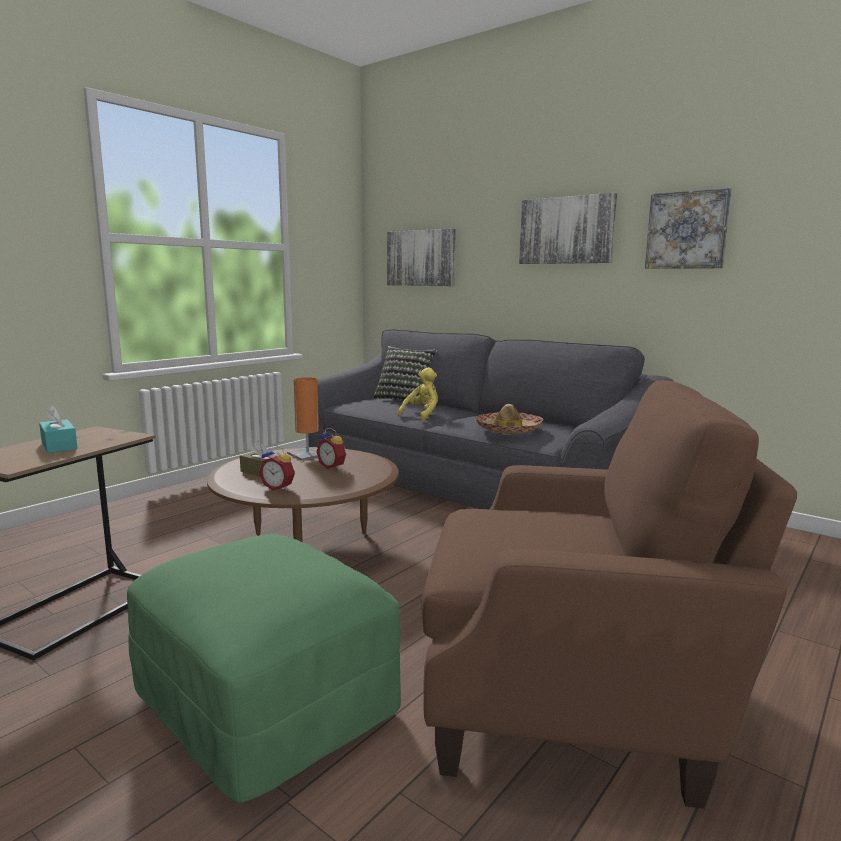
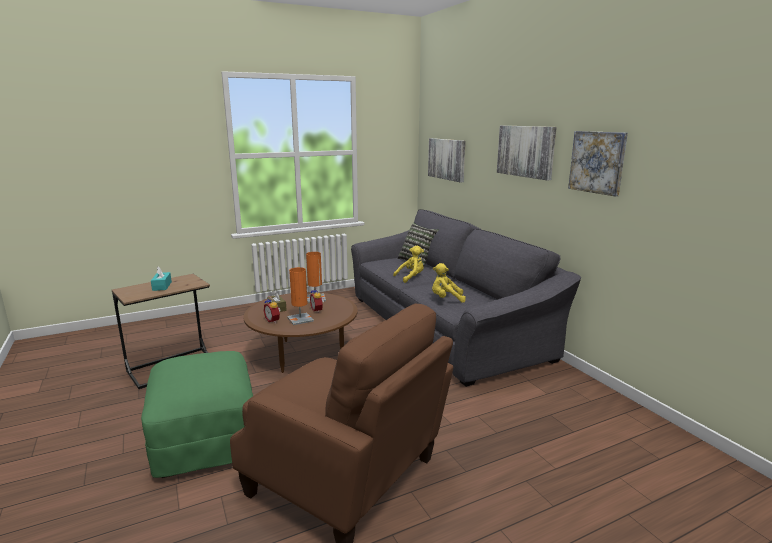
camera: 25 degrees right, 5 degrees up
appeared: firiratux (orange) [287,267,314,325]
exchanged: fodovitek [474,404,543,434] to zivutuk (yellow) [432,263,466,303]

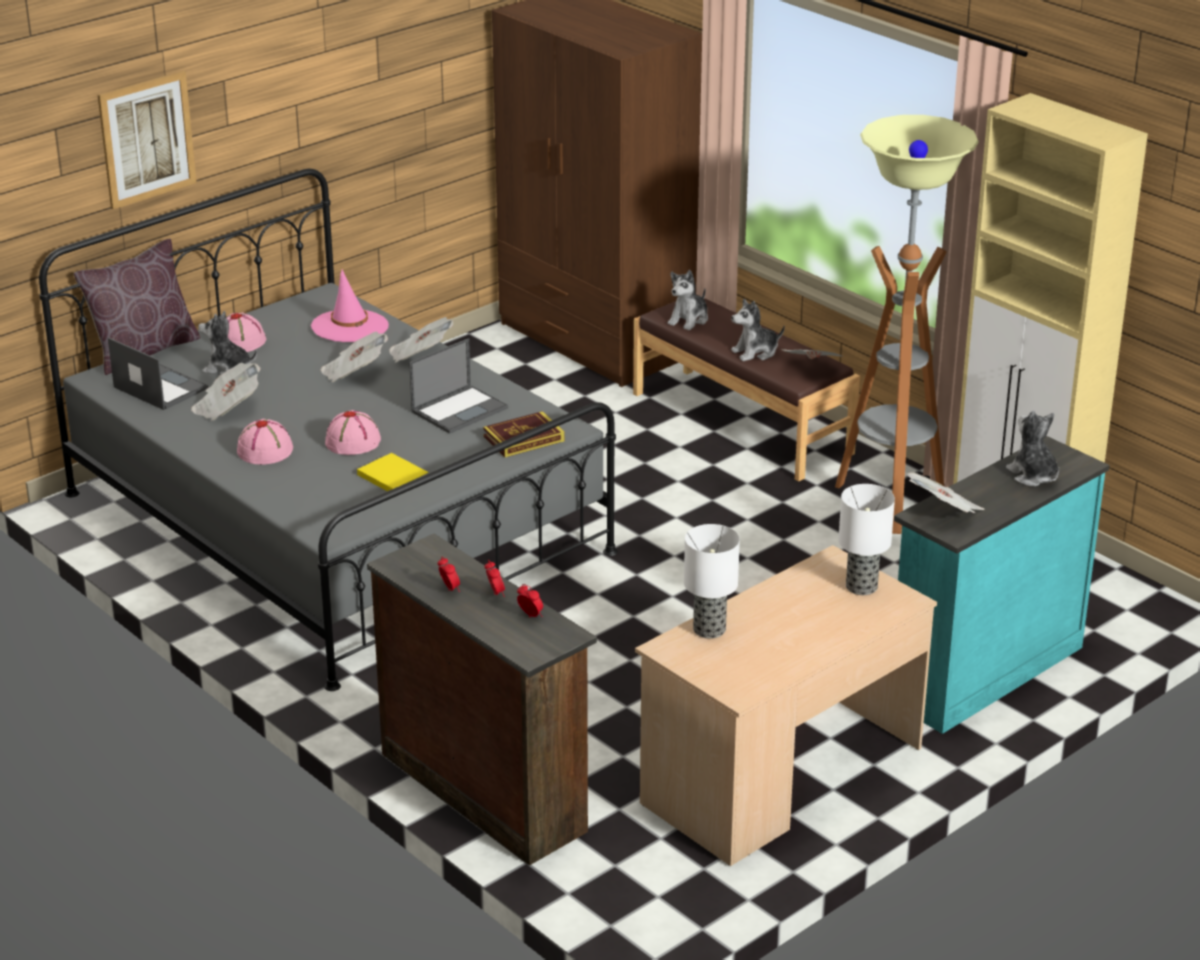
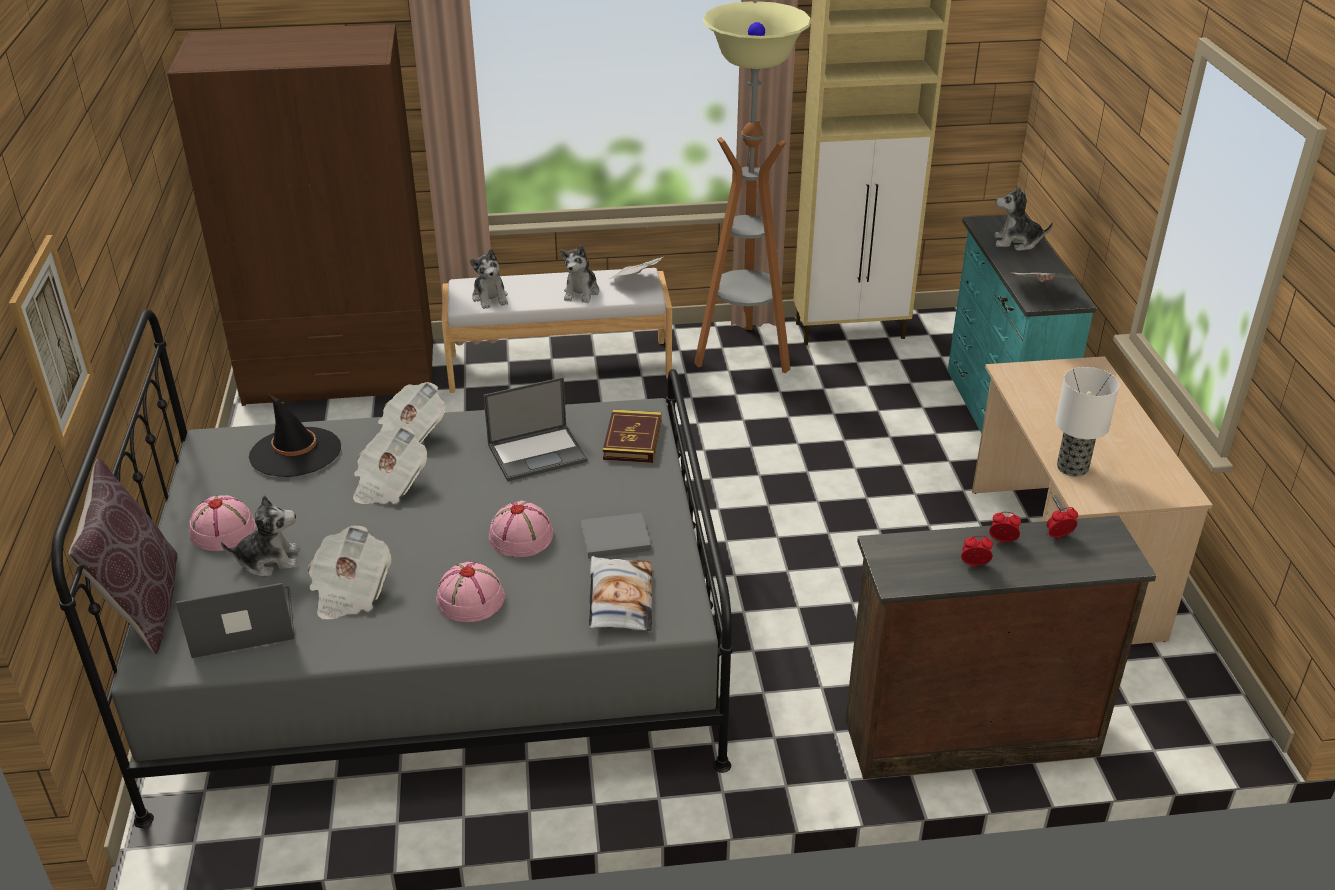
camera: 55 degrees left, 5 degrees up
missing: firiratux [839,484,895,595]
appeared: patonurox [589,556,652,631]
colour: fodovitek (pink) [311,269,389,342] to fodovitek (black) [249,395,341,477]; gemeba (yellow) [357,453,428,491] to gemeba (grey) [581,513,651,559]; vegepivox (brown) [633,298,860,481] to vegepivox (white) [442,268,672,393]
spun: zivutuk [198,311,257,376] = [221,495,298,577] 150 degrees counterclockwise; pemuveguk [409,338,508,434] = [483,377,588,481] 75 degrees clockwise

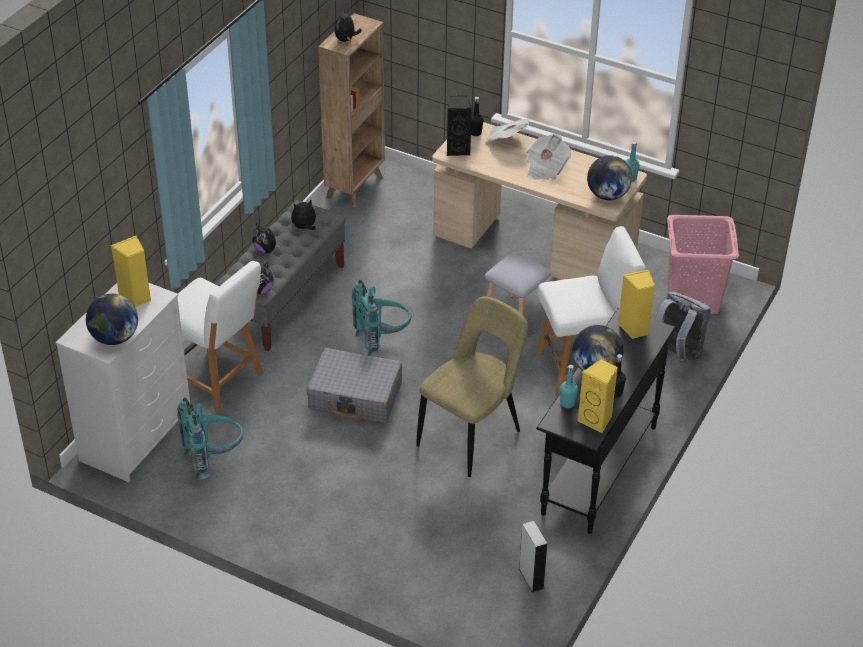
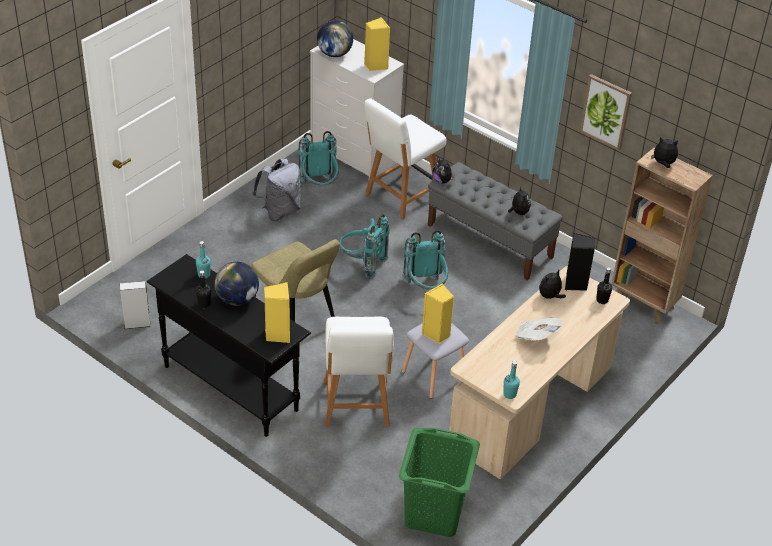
camera: 100 degrees right, 0 degrees up
missing: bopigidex [485,119,530,140]; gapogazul [587,155,632,200]
appeared: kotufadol [579,74,632,150]
relocated: zivutuk [253,223,280,254] to [539,270,566,299]; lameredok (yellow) [578,359,618,433] to [421,284,454,344]; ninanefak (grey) [655,291,711,364] to [252,159,301,221]
exchanged: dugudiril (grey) [307,348,402,424] to ninanefak (turquoise) [339,214,390,279]
colour: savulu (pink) [667,215,739,314] to savulu (green) [399,428,480,537]

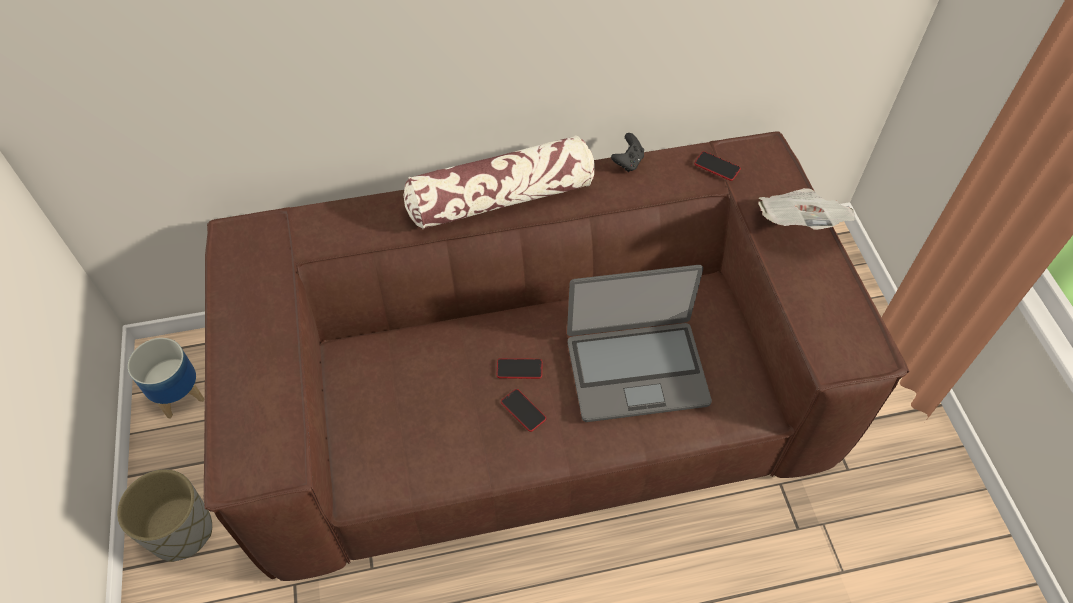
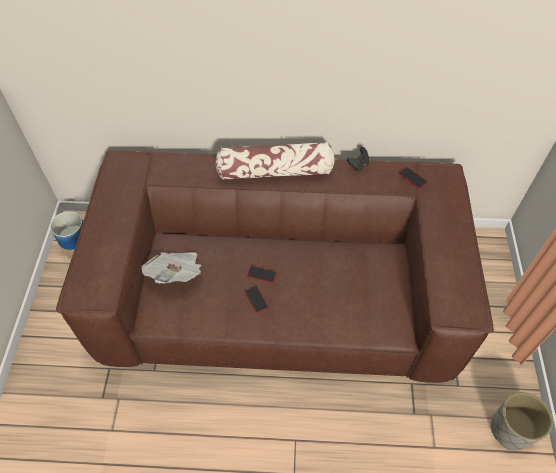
camera: 15 degrees right, 0 degrees up
missing: pemuveguk [567,265,712,422]
relocated: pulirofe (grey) [117,469,212,562] to [491,392,553,450]; bopigidex [758,188,856,230] to [142,252,201,284]

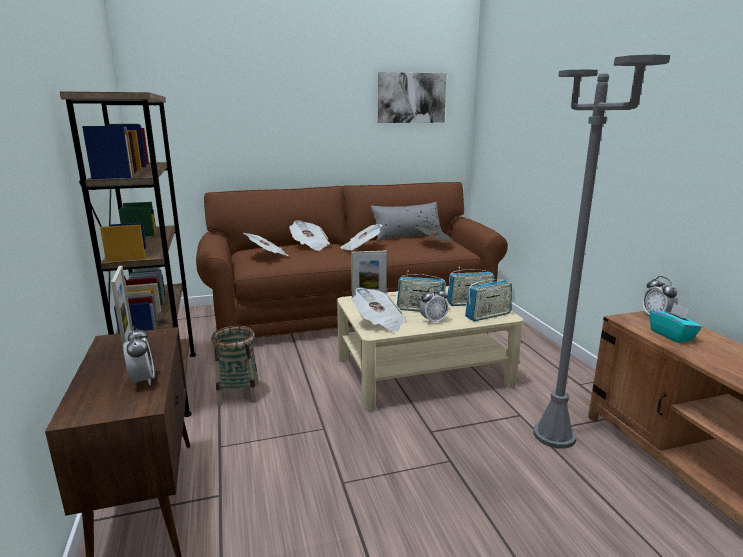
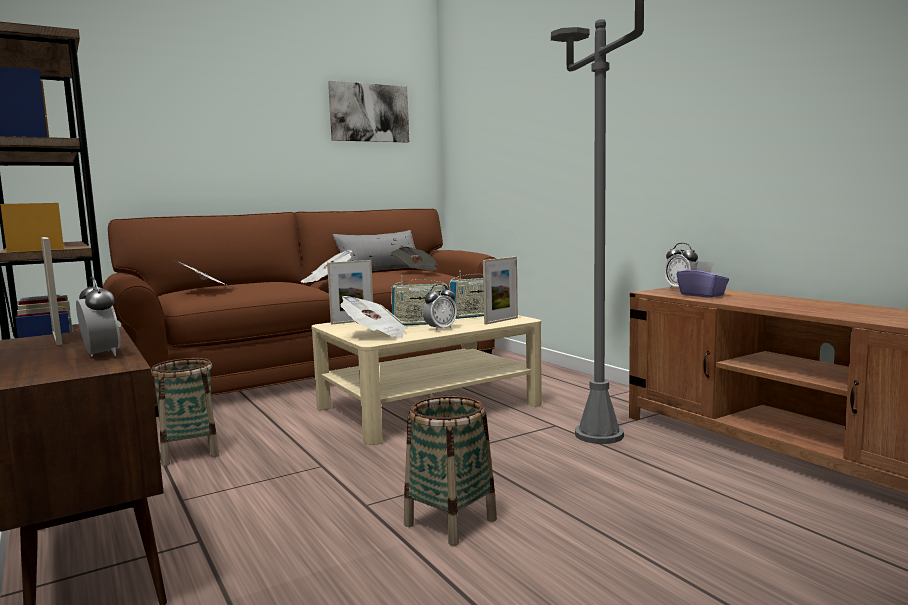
camera: 15 degrees left, 10 degrees down
missing: bopigidex [289,220,330,251]
appeared: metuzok [404,396,497,546]
exchanged: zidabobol [465,279,512,321] to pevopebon [483,257,518,324]
colour: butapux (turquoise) [650,303,702,343] to butapux (purple) [676,261,729,298]

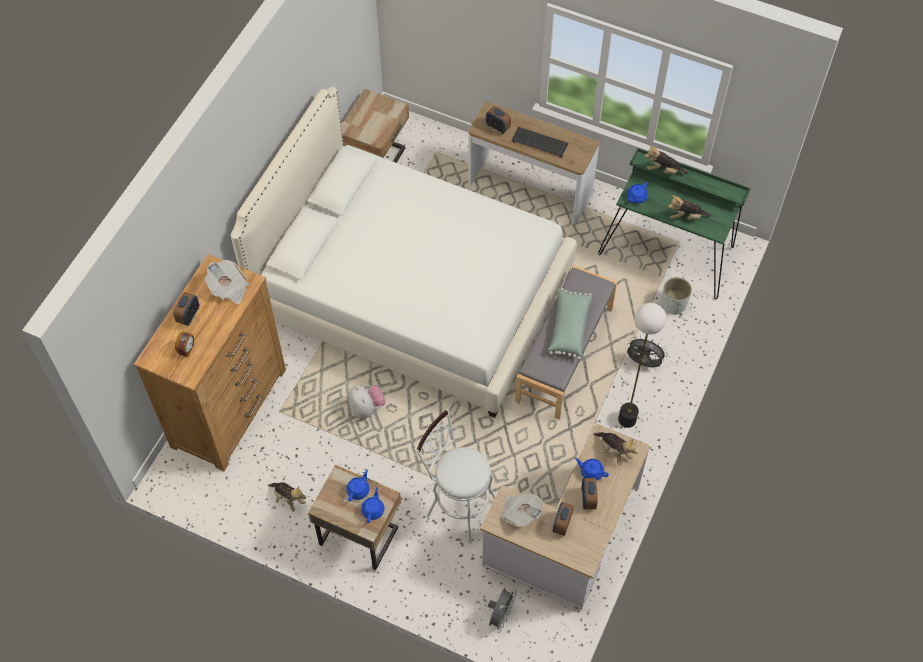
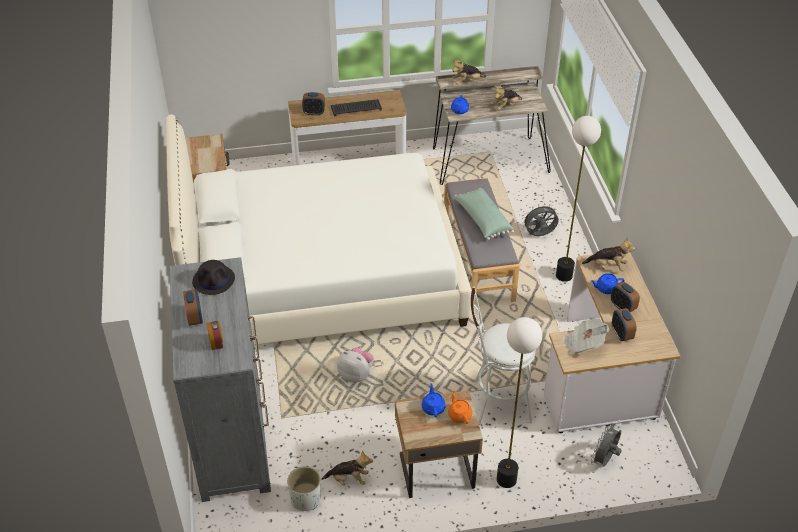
camera: 35 degrees left, 15 degrees down
appeared: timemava [497,317,542,488]
relocated: pulirofe (white) [661,277,692,315] to [287,466,321,511]
exchanged: bopigidex [205,260,249,304] to fodovitek (black) [192,260,235,295]
colour: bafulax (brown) [134,254,286,471] to bafulax (grey) [169,257,271,502]; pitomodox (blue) [361,487,384,523] to pitomodox (orange) [448,391,472,424]; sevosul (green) [598,148,751,299] to sevosul (beige) [433,66,551,185]
spun: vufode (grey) [488,588,517,633] = [591,423,622,467] 135 degrees counterclockwise

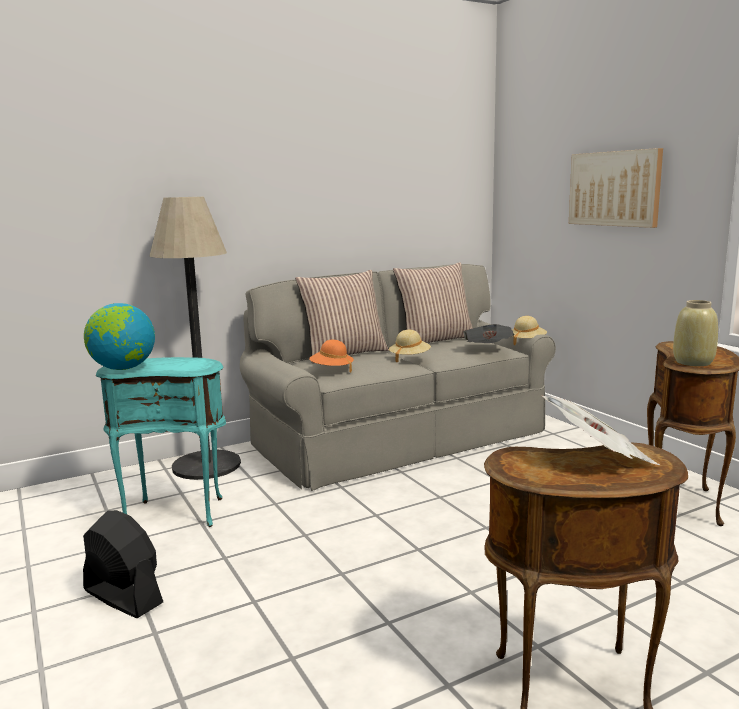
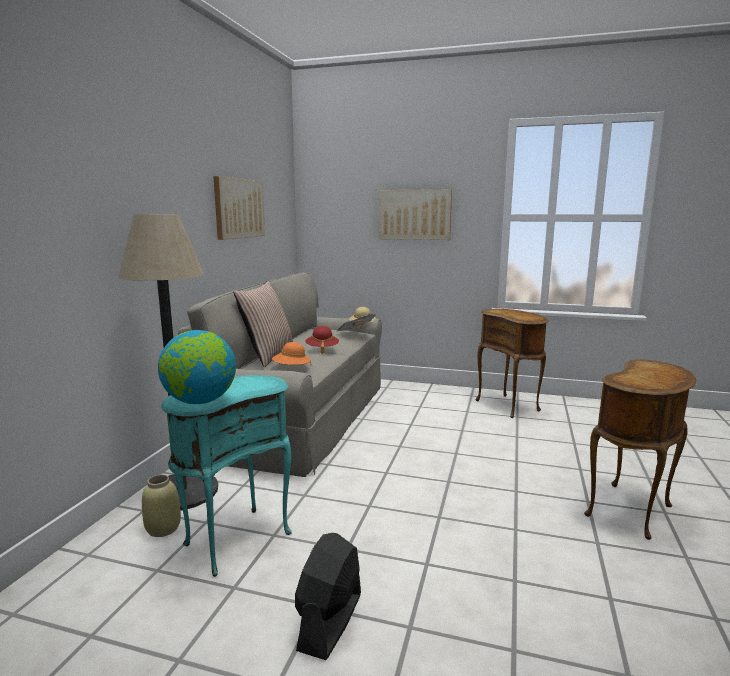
camera: 45 degrees left, 0 degrees up
missing: patonurox [393,262,473,343]; bopigidex [542,396,660,465]
appeared: kotufadol [213,176,265,240]
relocated: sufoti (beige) [673,300,718,366] to [142,475,181,537]
colour: fodovitek (beige) [389,330,431,363] to fodovitek (red) [305,326,339,354]
spun: vufode (black) [83,510,163,618] = [295,533,361,660] 60 degrees counterclockwise

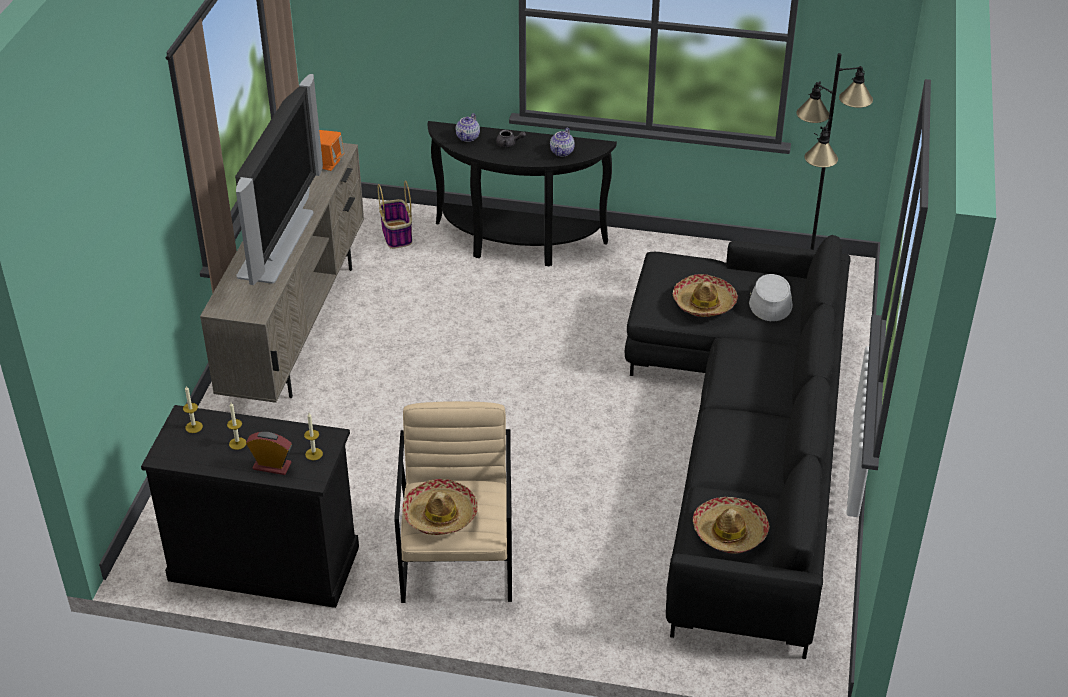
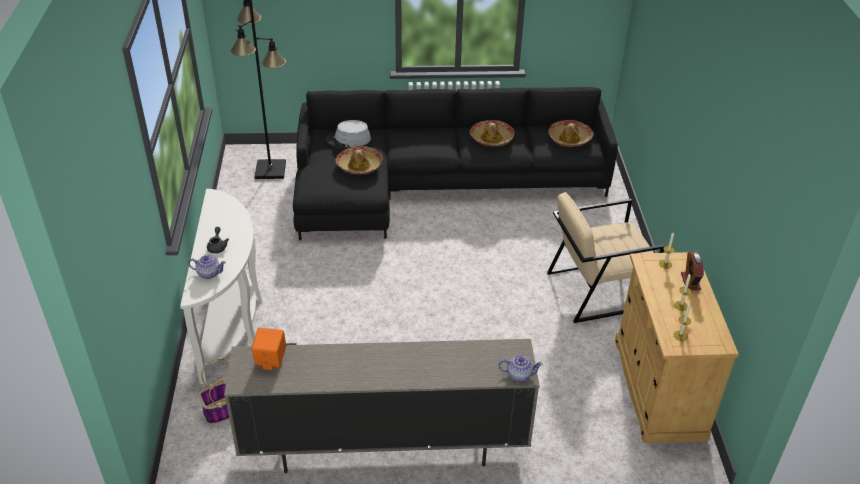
camera: 105 degrees left, 0 degrees up
missing: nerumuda [235,74,323,285]
relocated: fodovitek [402,479,478,535] to [469,120,514,146]; pitomodox [550,128,575,157] to [498,355,543,382]
colour: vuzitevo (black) [141,405,359,608] to vuzitevo (beige) [615,252,739,443]; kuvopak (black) [427,121,617,266] to kuvopak (white) [180,189,262,384]

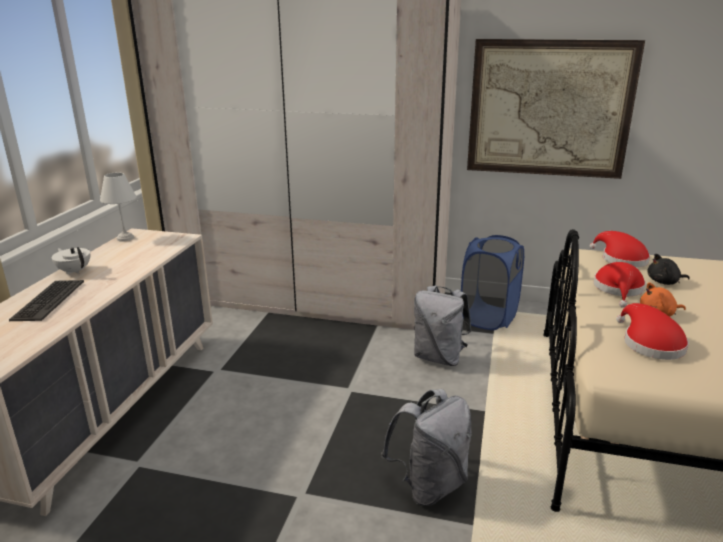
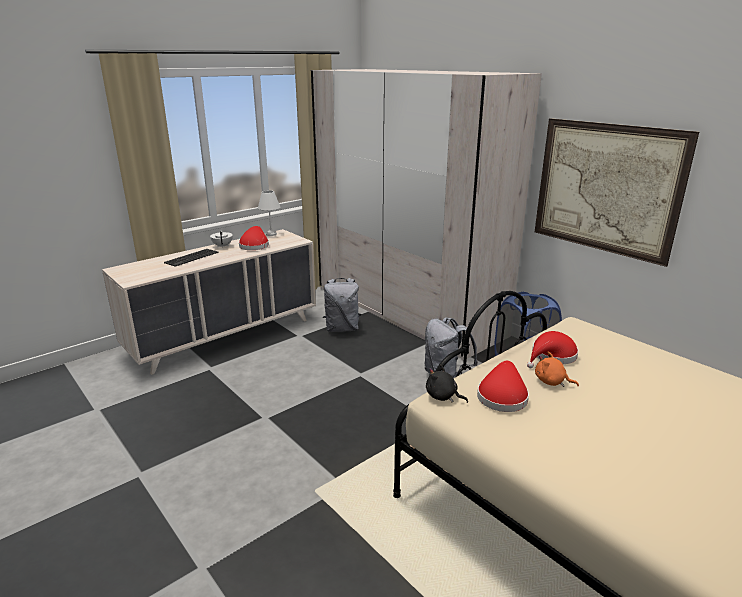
camera: 35 degrees right, 0 degrees up
relocated: ninanefak (grey) [381,389,472,506] to [323,278,361,332]; fodovitek (red) [590,231,650,268] to [239,226,269,250]; zivutuk (black) [647,254,690,285] to [426,364,468,403]

